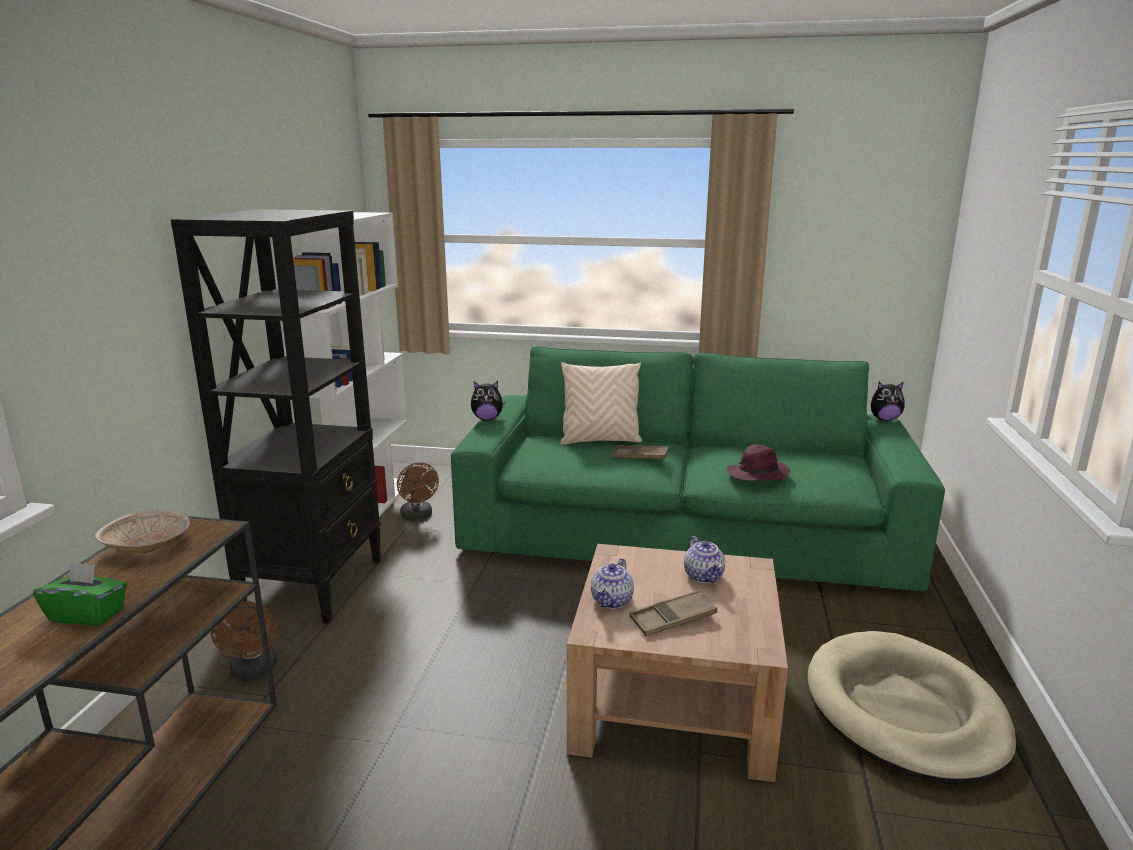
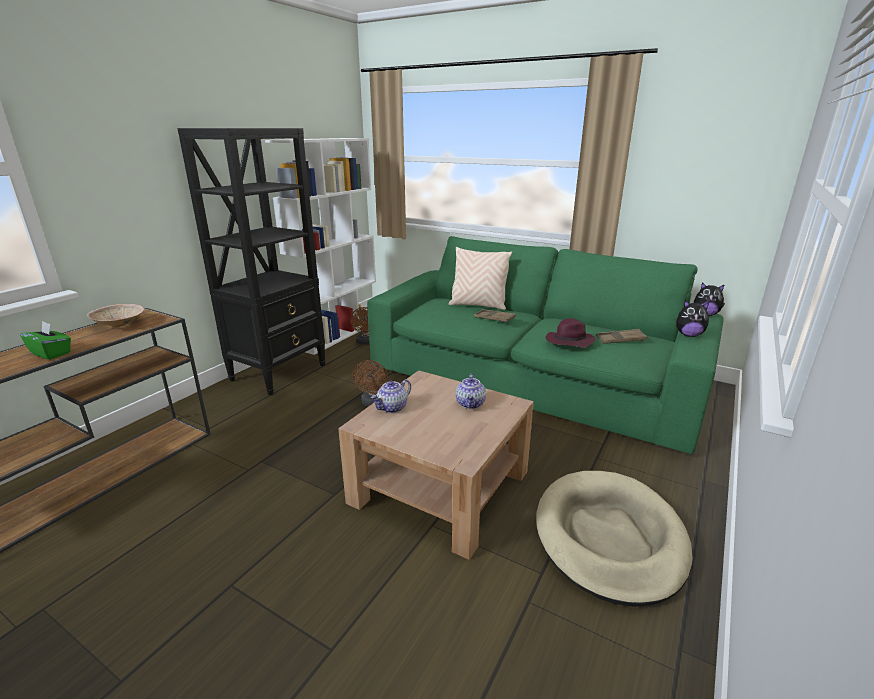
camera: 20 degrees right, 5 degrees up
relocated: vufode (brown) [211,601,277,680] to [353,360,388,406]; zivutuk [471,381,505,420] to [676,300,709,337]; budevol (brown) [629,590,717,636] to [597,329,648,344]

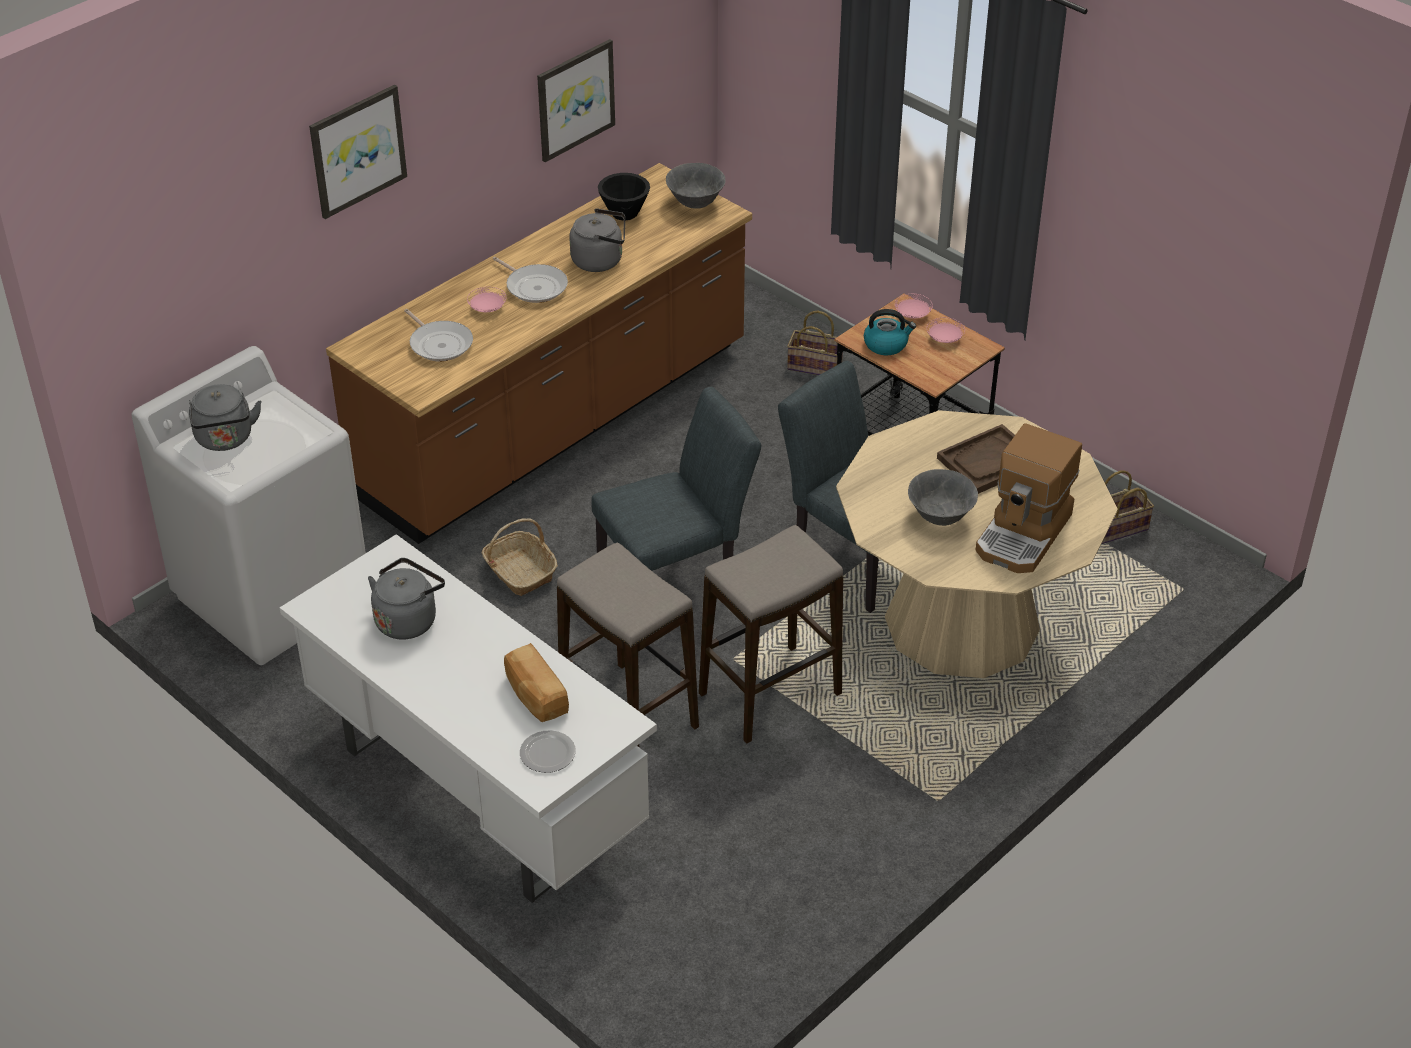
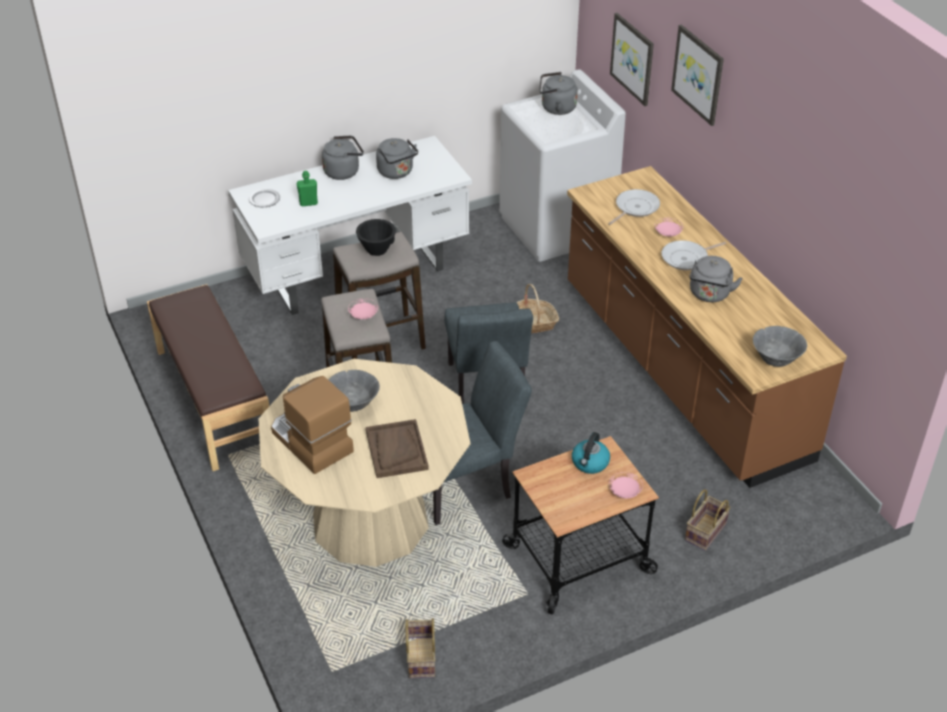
camera: 110 degrees right, 0 degrees up
appeared: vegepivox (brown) [147,284,269,471]; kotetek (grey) [322,136,364,180]
relocated: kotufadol [537,39,615,162] to [610,13,654,106]; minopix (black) [598,173,650,221] to [356,219,396,256]; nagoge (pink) [927,317,965,343] to [348,298,378,319]
exchanged: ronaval [504,643,569,722] to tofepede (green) [296,171,318,206]
spun: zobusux [404,309,473,361] = [608,189,660,225] 150 degrees clockwise

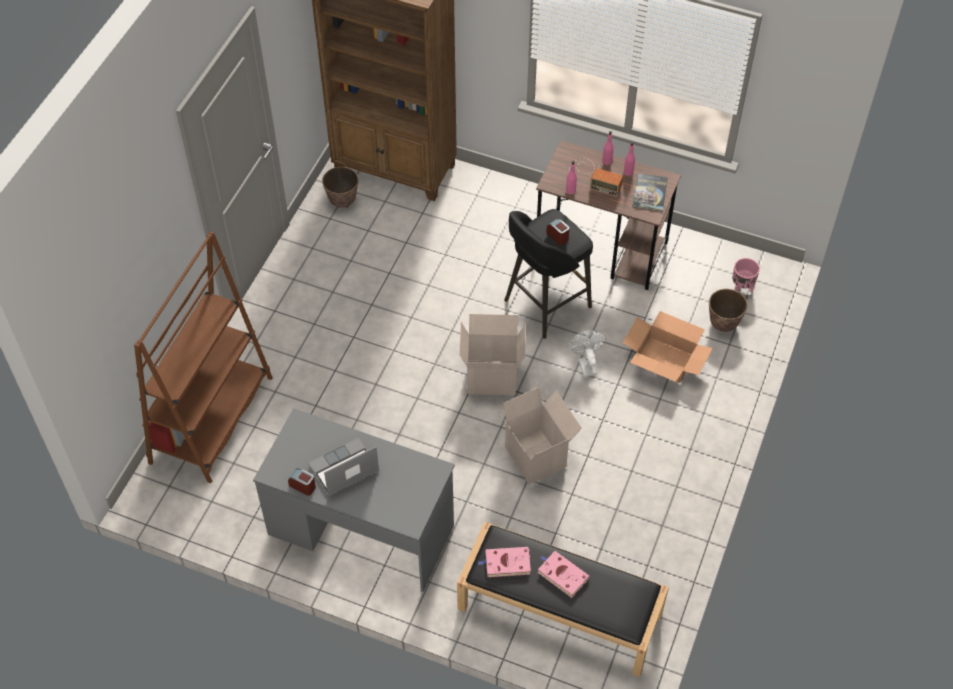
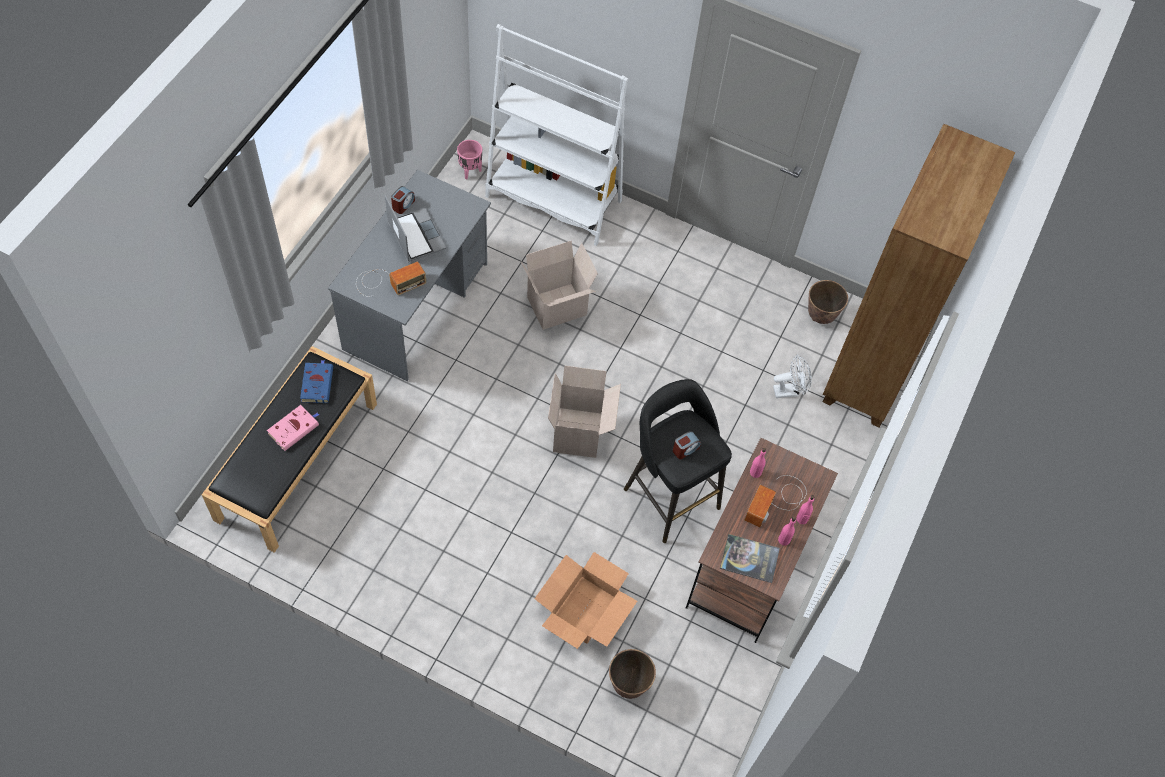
camera: 90 degrees right, 5 degrees up
appeared: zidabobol [356,262,426,297]
relocated: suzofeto [501,387,582,484] to [521,241,598,330]; vufode (white) [568,331,606,377] to [773,354,812,398]; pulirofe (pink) [732,258,760,292] to [457,140,482,179]
colour: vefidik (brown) [134,231,273,483] to vefidik (white) [485,24,628,246]; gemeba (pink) [478,547,531,577] to gemeba (blue) [300,360,333,404]

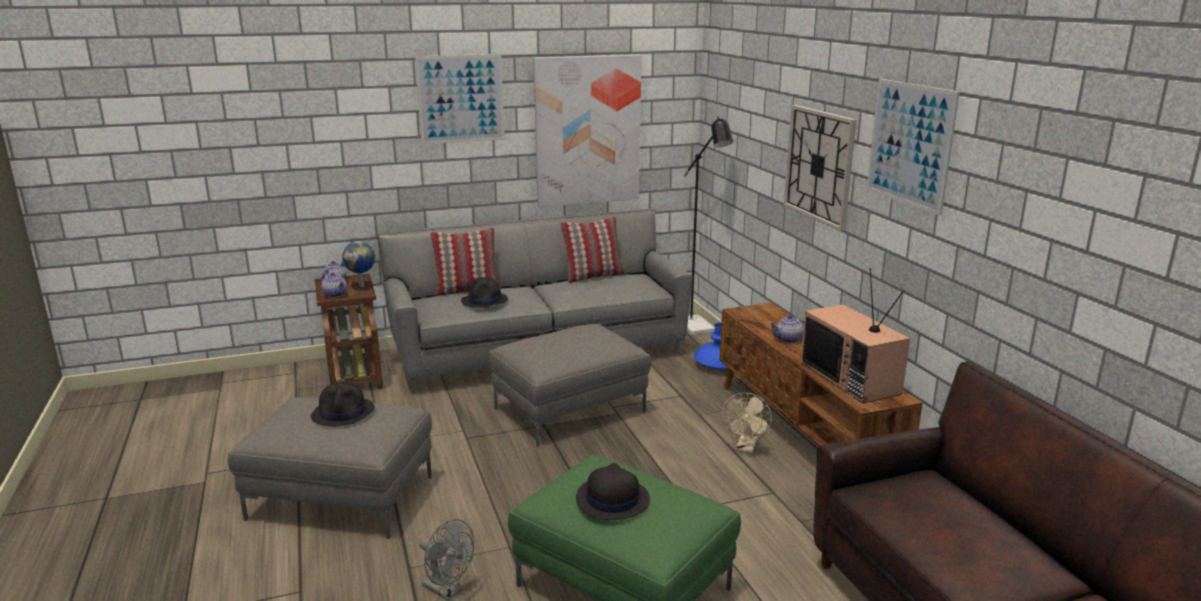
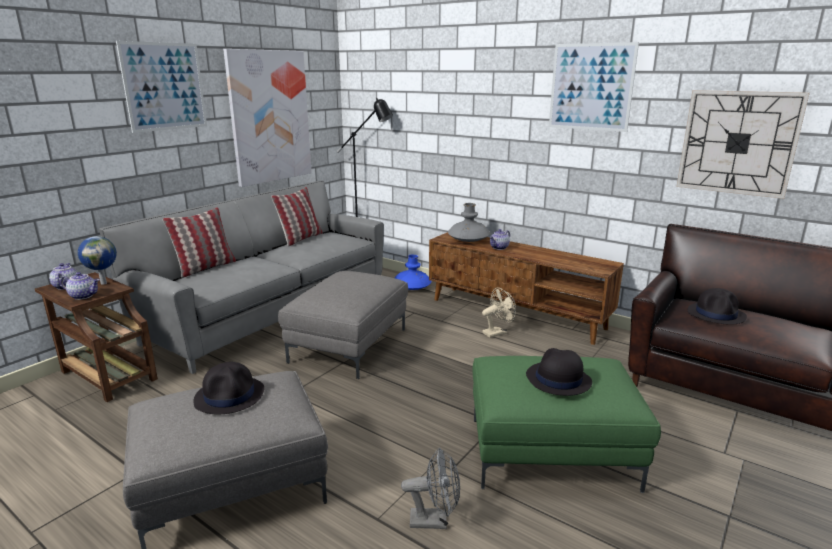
camera: 35 degrees left, 0 degrees up
missing: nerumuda [801,268,910,403]
appeared: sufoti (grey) [448,203,490,242]
relocated: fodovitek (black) [461,277,508,308] to [688,288,747,325]; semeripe [784,105,856,231] to [676,90,810,199]
spun: vufode (beige) [722,393,772,454] = [482,288,516,338] 105 degrees counterclockwise

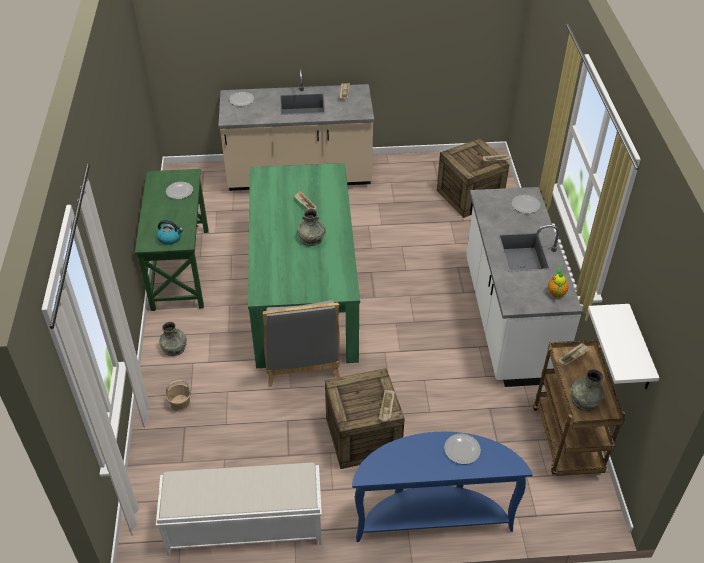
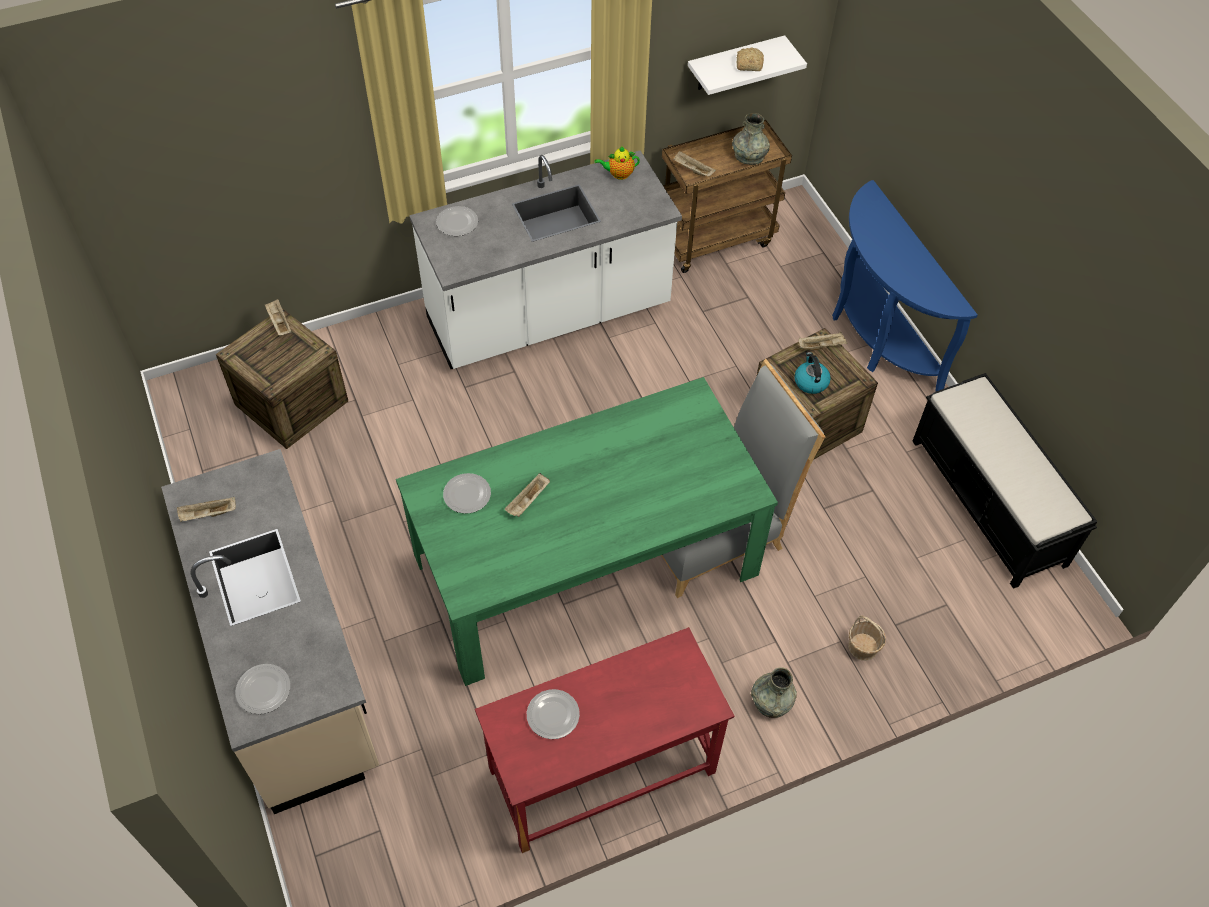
camera: 110 degrees left, 10 degrees up
missing: sufoti (grey) [297,209,326,246]
appeared: ronaval [737,47,764,71]
relocated: kotetek [157,220,183,245] to [794,352,831,394]; nagoge [444,434,481,464] to [443,473,491,514]
colour: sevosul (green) [135,169,209,311] to sevosul (red) [475,627,734,853]; vegepivox (white) [156,462,322,555] to vegepivox (black) [913,373,1097,589]

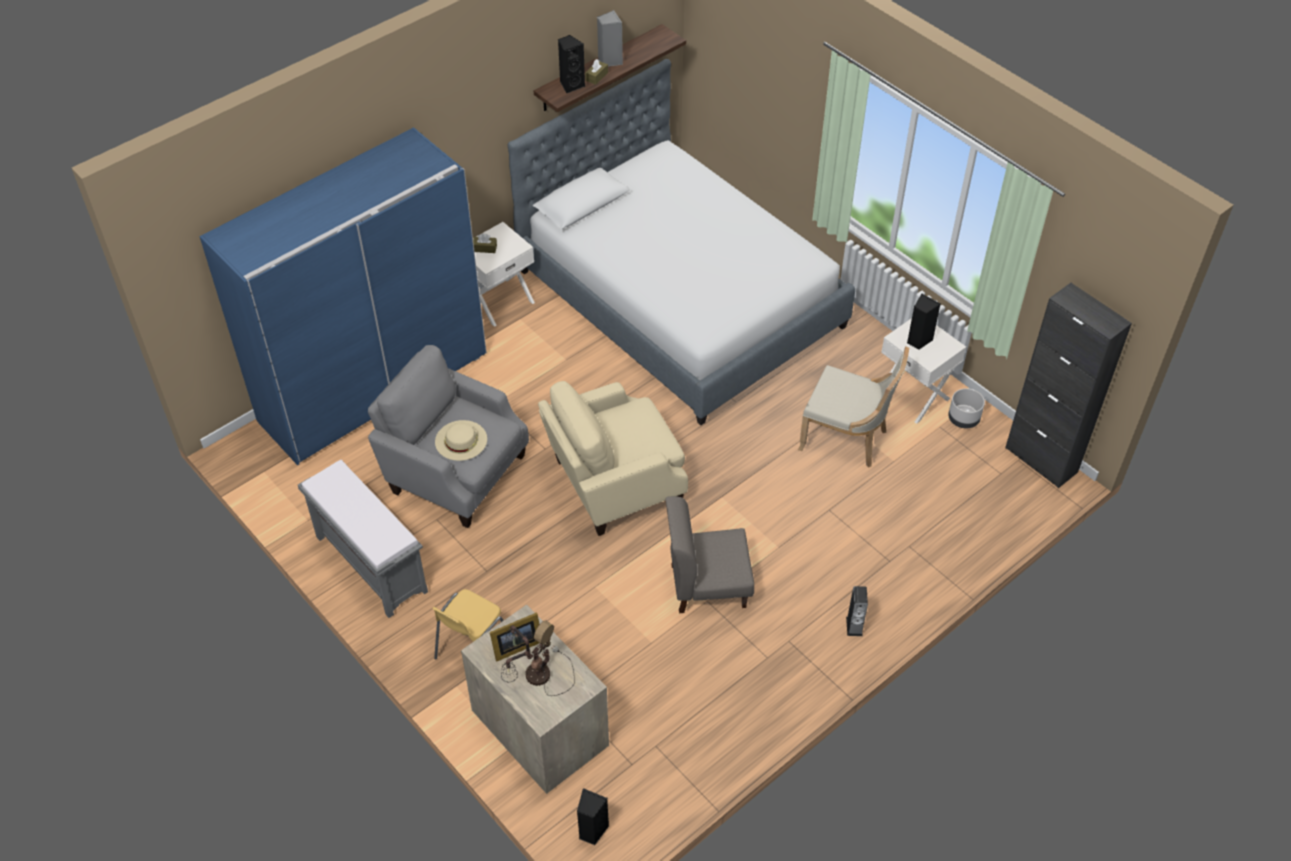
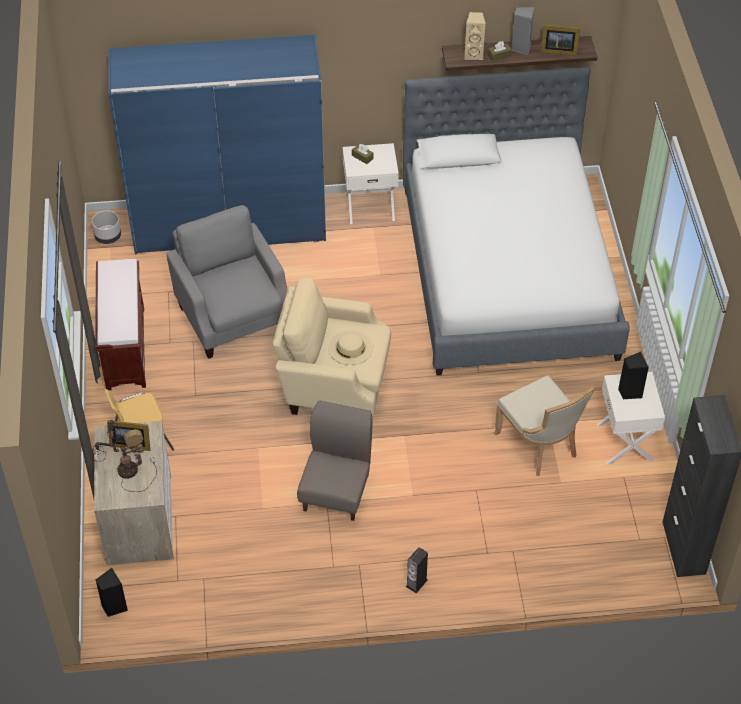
camera: 35 degrees right, 0 degrees up
appeared: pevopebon [541,25,580,56]
relocated: fodovitek (beige) [435,420,487,461] to [328,330,373,365]; pulirofe (grey) [948,388,985,428] to [92,211,121,244]
colour: vegepivox (grey) [298,460,428,618] to vegepivox (brown) [95,259,146,390]; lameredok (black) [558,35,585,93] to lameredok (beige) [464,12,486,60]
spun: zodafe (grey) [665,496,754,613] = [297,400,373,521] 75 degrees clockwise

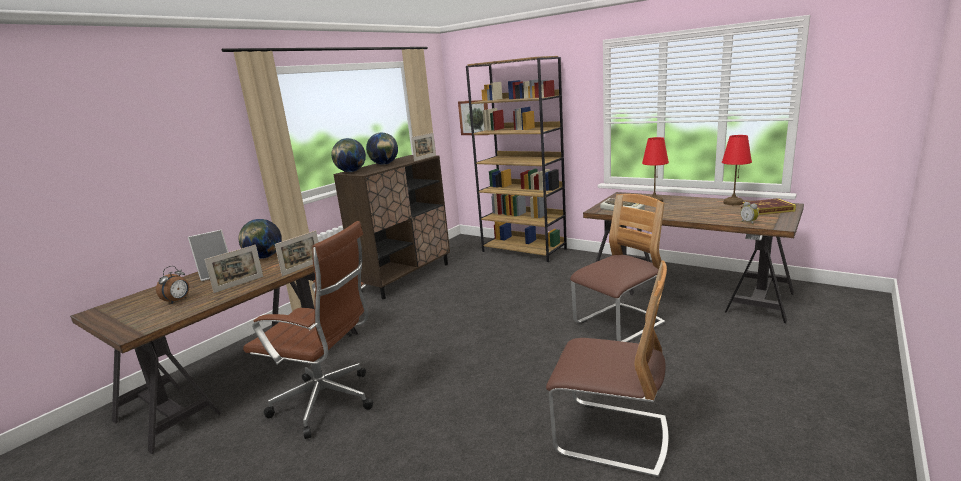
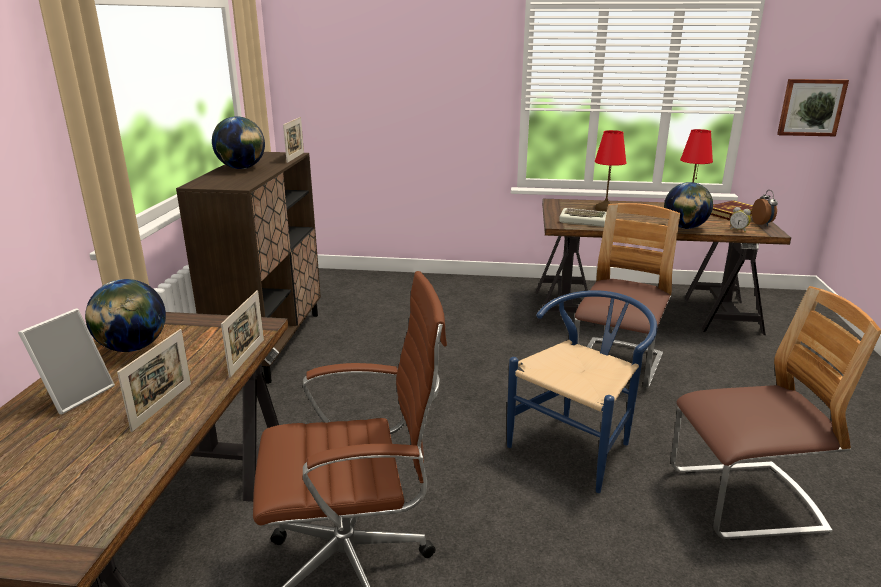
camera: 30 degrees left, 5 degrees up
missing: vefidik (brown) [466,56,567,262]
appeared: zodafe (blue) [507,290,657,493]
relocated: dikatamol [156,266,189,304] to [752,190,778,226]; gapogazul [332,138,366,172] to [664,182,713,229]; kotufadol [458,100,488,135] to [777,79,849,136]

